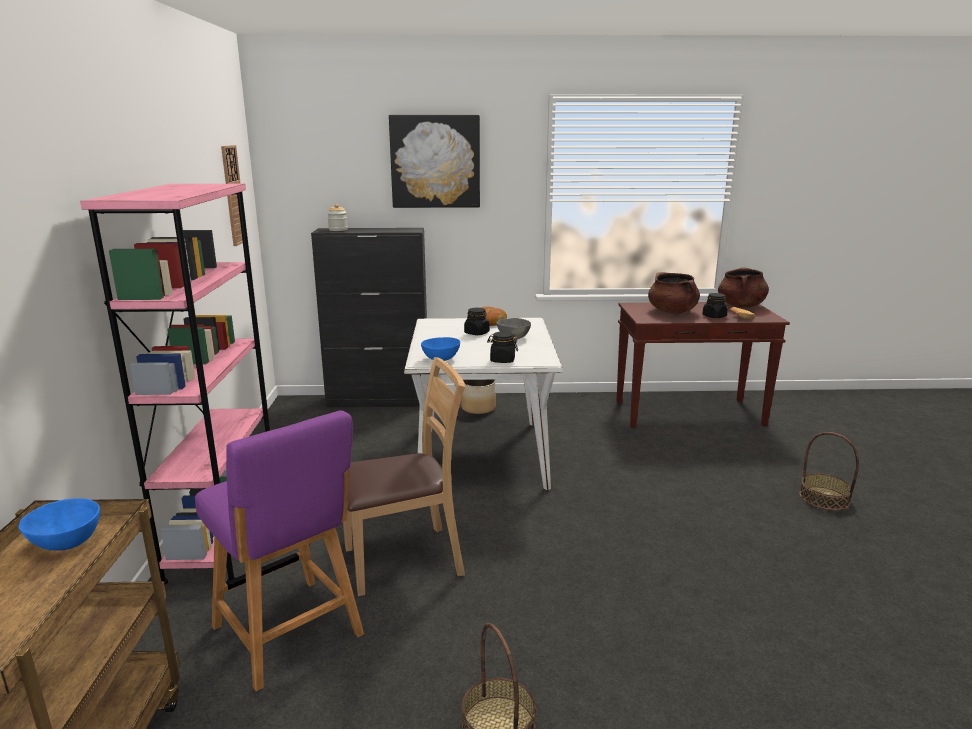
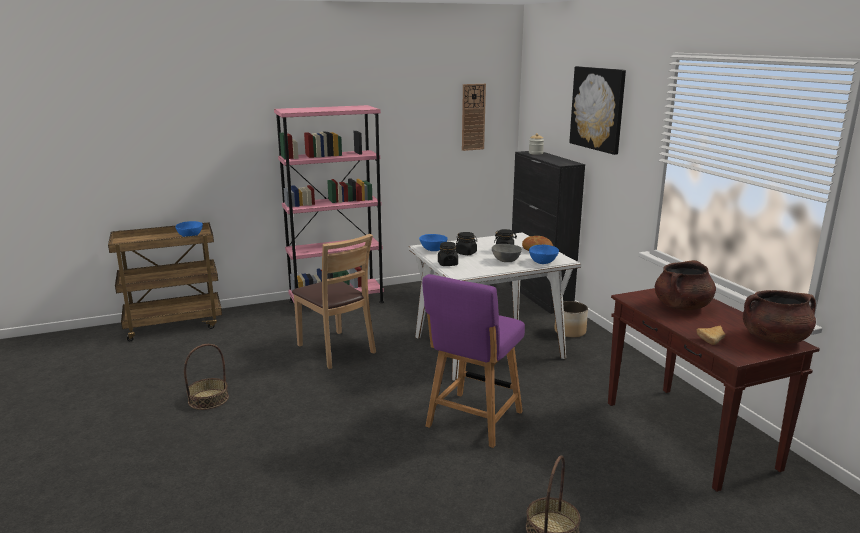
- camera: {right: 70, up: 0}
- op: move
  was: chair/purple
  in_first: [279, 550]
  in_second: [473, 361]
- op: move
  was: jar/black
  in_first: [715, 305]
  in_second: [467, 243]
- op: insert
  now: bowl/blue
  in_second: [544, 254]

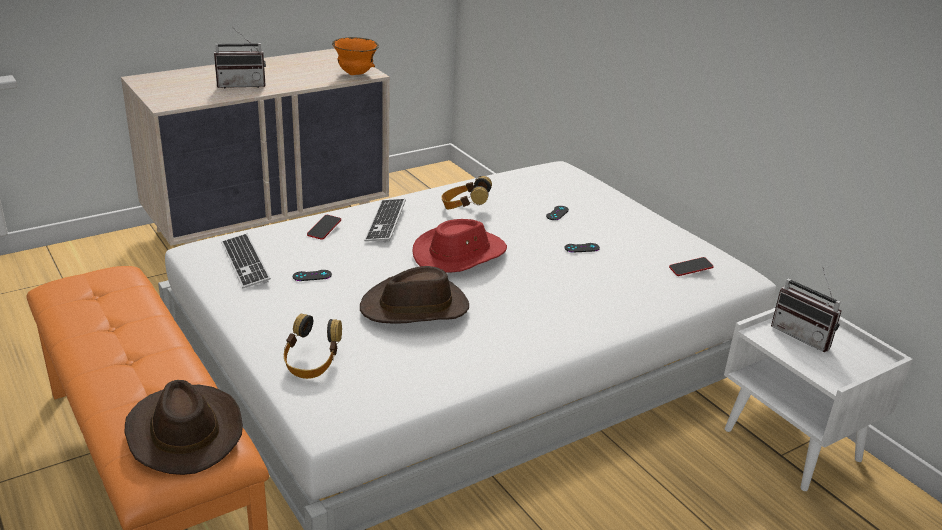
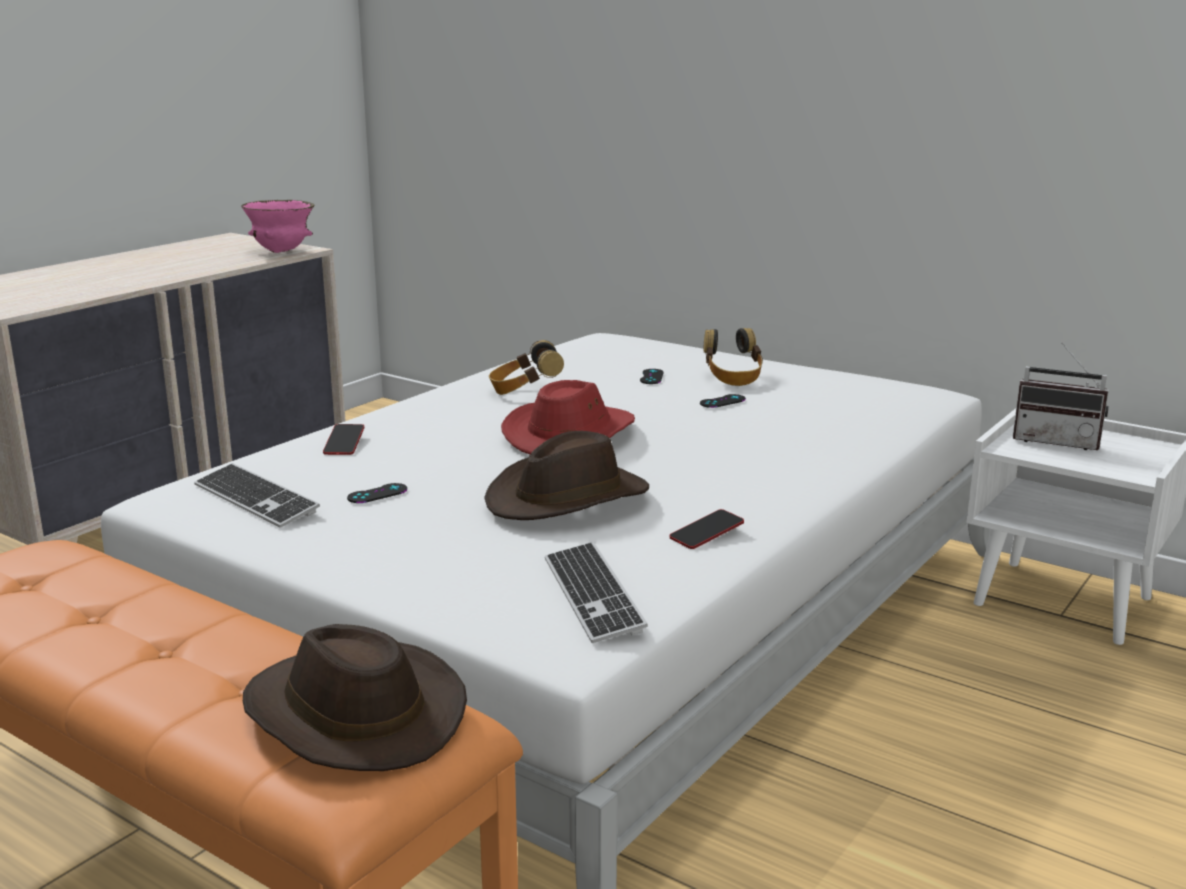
- camera: {right: -20, up: -10}
- op: delete
  was: radio
  in_first: [240, 57]
- op: move
  was: headphones
  in_first: [313, 346]
  in_second: [733, 357]
- op: recolor
  was: bowl/orange
  now: bowl/pink
  in_first: [355, 56]
  in_second: [277, 226]
- op: move
  was: keyboard
  in_first: [385, 220]
  in_second: [596, 592]
- op: move
  was: phone
  in_first: [691, 266]
  in_second: [706, 529]

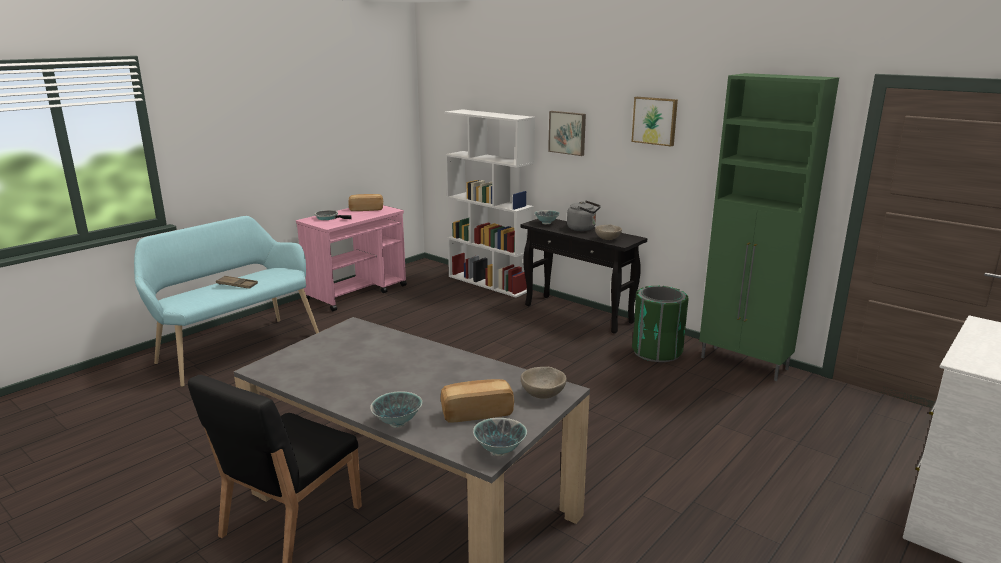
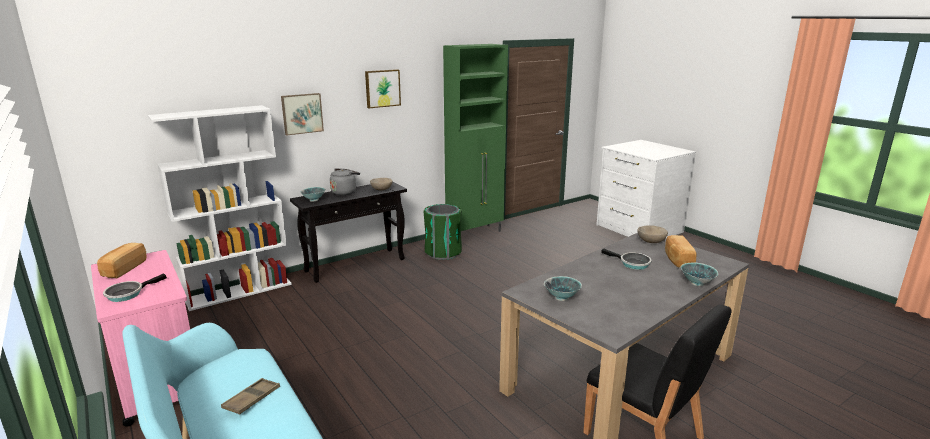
- camera: {right: -75, up: 0}
- op: move
  was: bowl
  in_first: [500, 437]
  in_second: [563, 288]
- op: insert
  now: frying pan
  in_second: [626, 259]

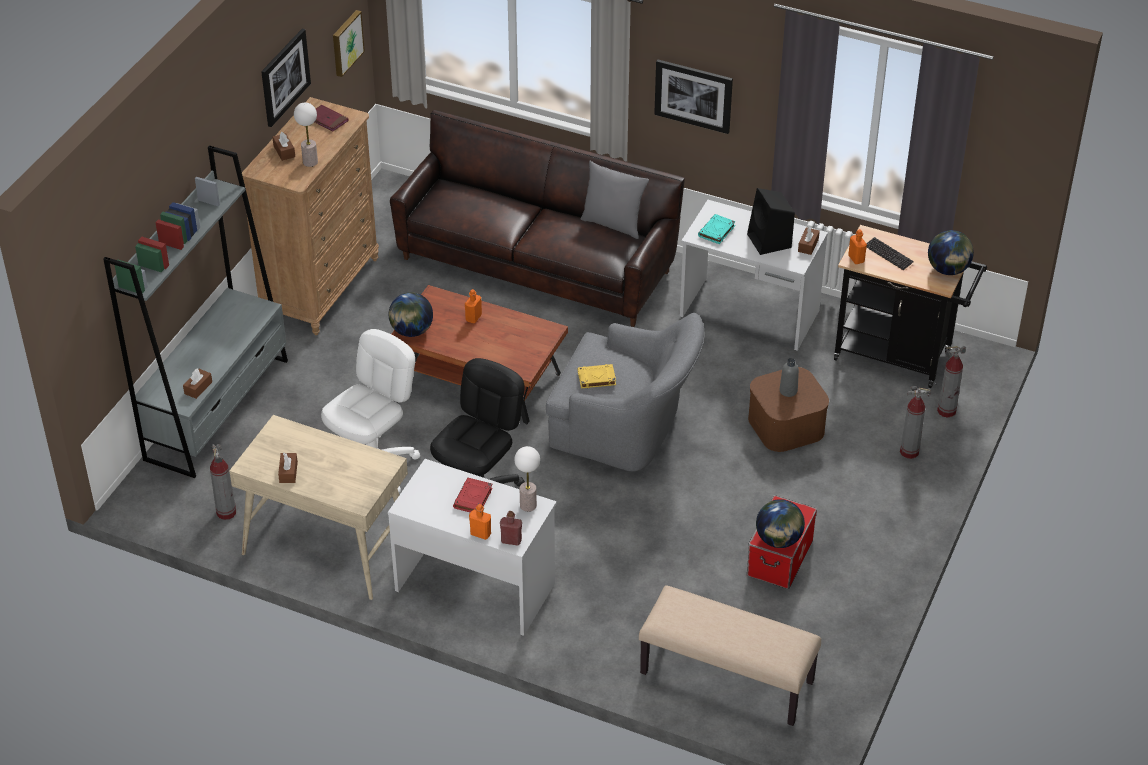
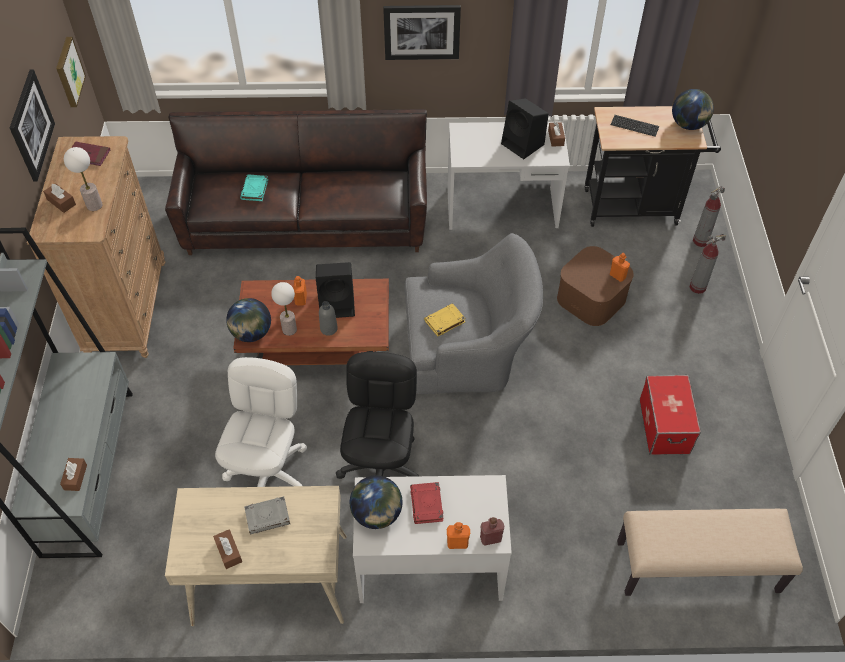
- camera: {right: -25, up: 10}
- op: delete
  was: fire extinguisher
  in_first: [223, 482]
- op: move
  was: table lamp
  in_first: [527, 479]
  in_second: [284, 309]
- op: delete
  was: pillow/grey
  in_first: [615, 200]
- op: move
  was: book/turquoise
  in_first: [716, 229]
  in_second: [254, 187]
- op: move
  was: globe
  in_first: [780, 523]
  in_second: [376, 502]
- op: move
  was: bottle/grey
  in_first: [789, 377]
  in_second: [328, 318]
- op: move
  was: bottle/orange
  in_first: [857, 246]
  in_second: [620, 267]
- op: insert
  now: book/grey
  in_second: [267, 515]
- op: insert
  now: speaker/black
  in_second: [335, 290]

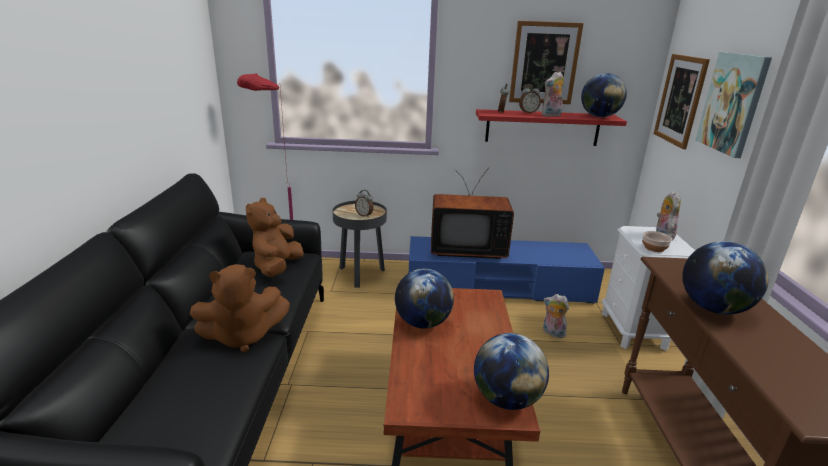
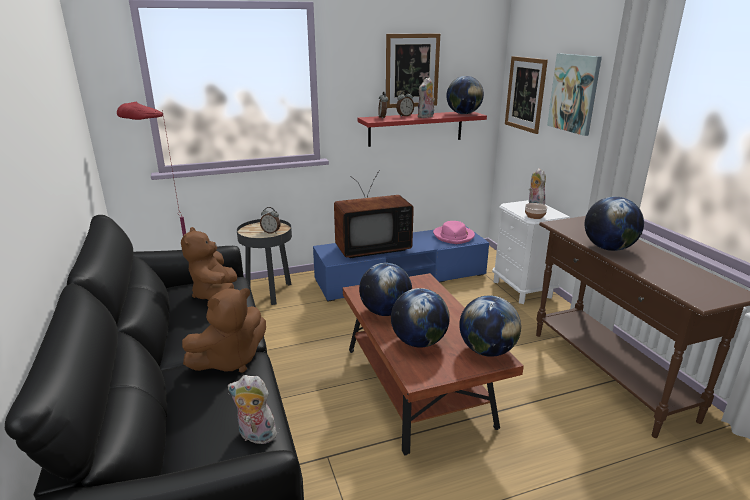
- camera: {right: -20, up: 0}
- op: move
  was: plush toy
  in_first: [556, 316]
  in_second: [252, 411]
- op: insert
  now: globe
  in_second: [420, 318]
- op: insert
  now: hat/pink
  in_second: [454, 232]

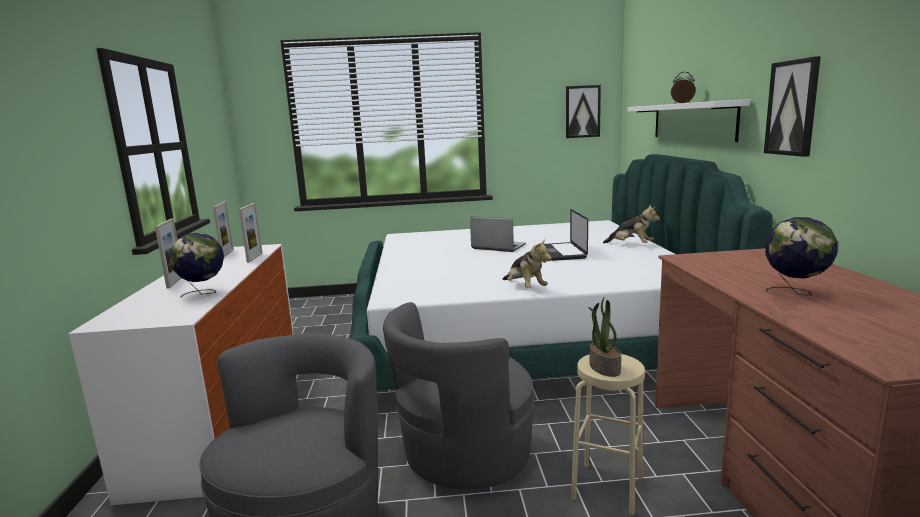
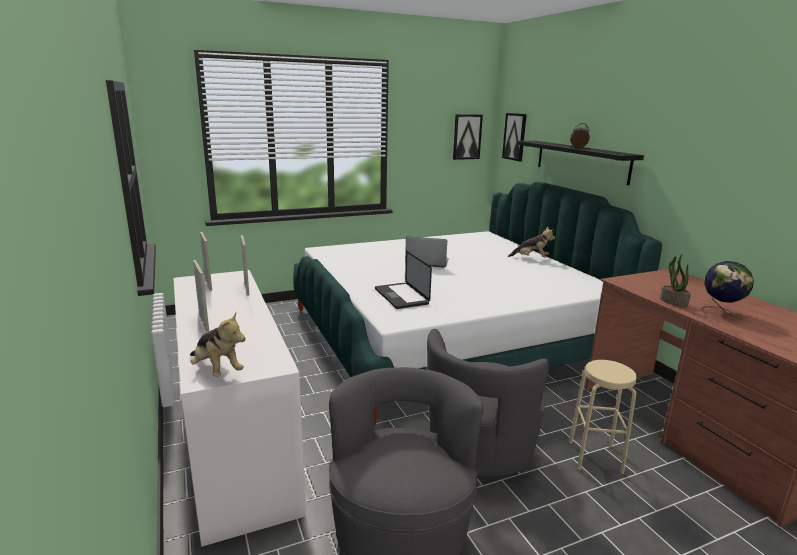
- camera: {right: -20, up: 5}
- op: delete
  was: globe
  in_first: [196, 264]
- op: move
  was: plush toy
  in_first: [527, 263]
  in_second: [217, 345]
- op: move
  was: laptop
  in_first: [566, 235]
  in_second: [403, 280]
- op: move
  was: potted plant
  in_first: [604, 337]
  in_second: [675, 280]
- op: recolor
  was: shelf/white
  now: shelf/black
  in_first: [688, 120]
  in_second: [581, 163]
- op: move
  was: picture
  in_first: [792, 106]
  in_second: [514, 137]

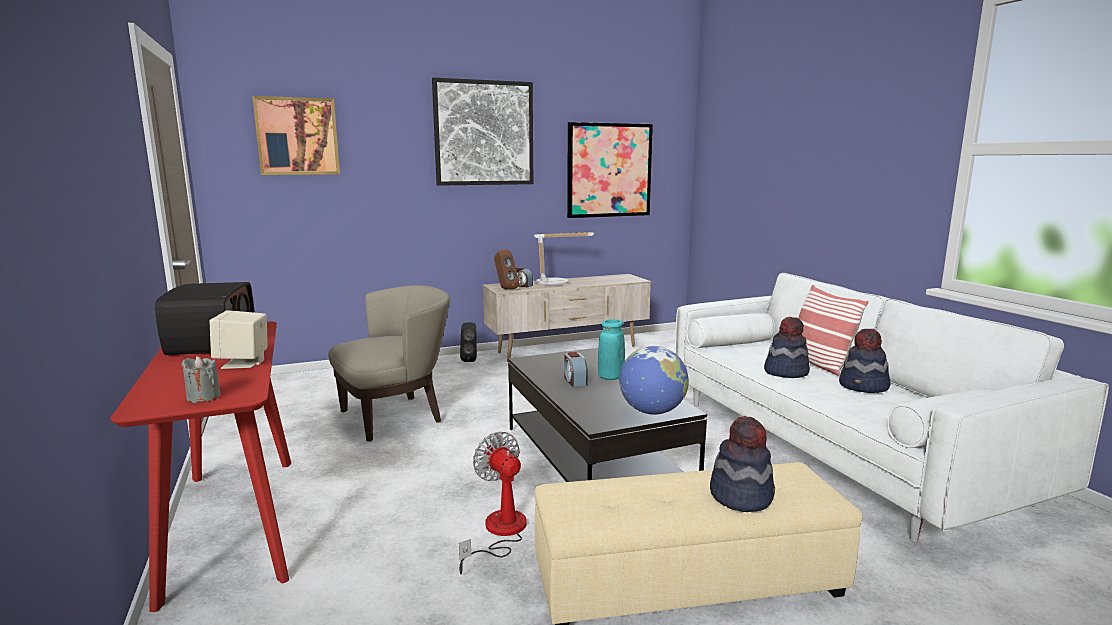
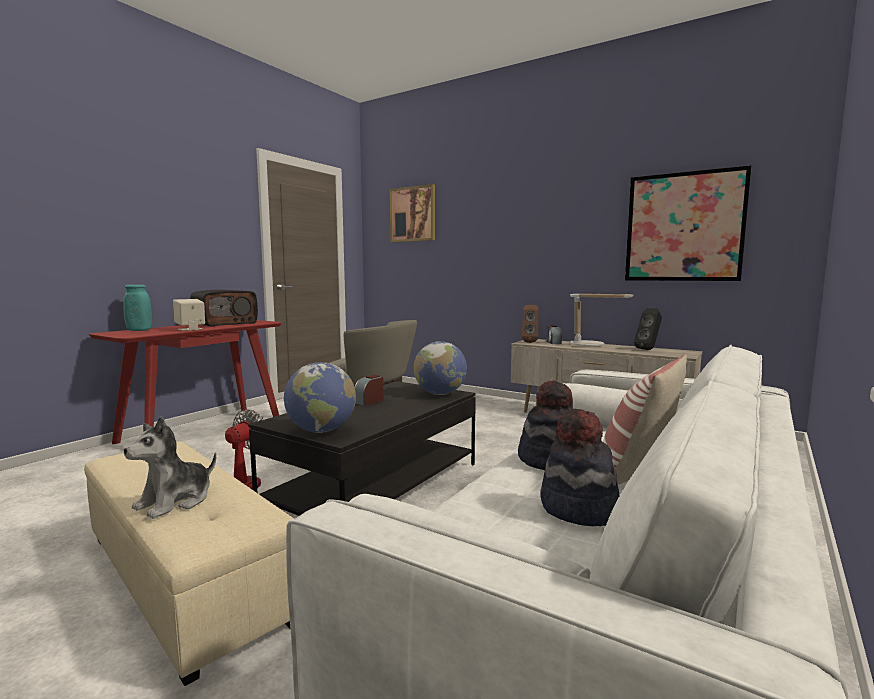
- camera: {right: 55, up: -5}
- op: delete
  was: candle/grey
  in_first: [201, 379]
- op: delete
  was: picture
  in_first: [483, 131]
- op: move
  was: speaker/black
  in_first: [468, 342]
  in_second: [648, 329]
- op: move
  was: vase/turquoise
  in_first: [611, 349]
  in_second: [138, 308]
- op: replace
  was: hat
  now: plush toy
  in_first: [742, 464]
  in_second: [170, 468]
- op: insert
  now: globe
  in_second: [440, 368]

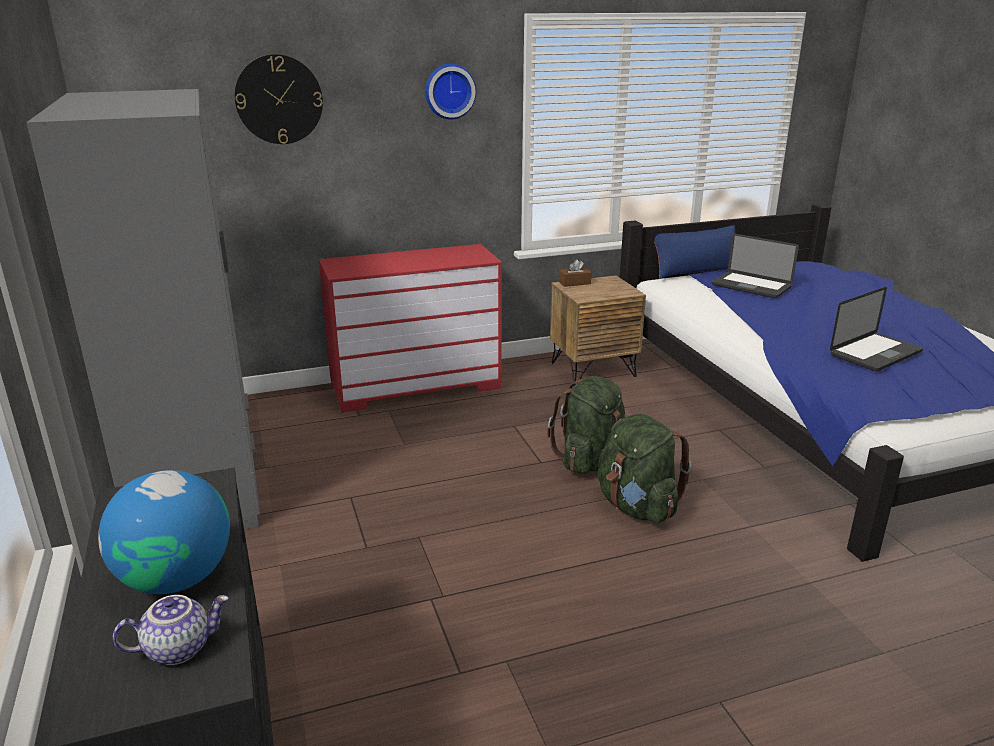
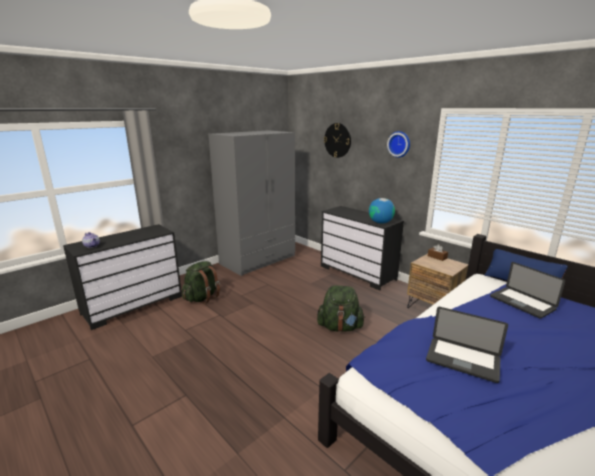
- camera: {right: 65, up: -5}
- op: move
  was: globe
  in_first: [164, 532]
  in_second: [382, 211]
- op: recolor
  was: dresser/red
  now: dresser/black
  in_first: [410, 328]
  in_second: [362, 248]
- op: move
  was: backpack/green
  in_first: [645, 468]
  in_second: [201, 282]
- op: rotate
  was: laptop
  in_first: [755, 265]
  in_second: [527, 290]
  clockwise: -45

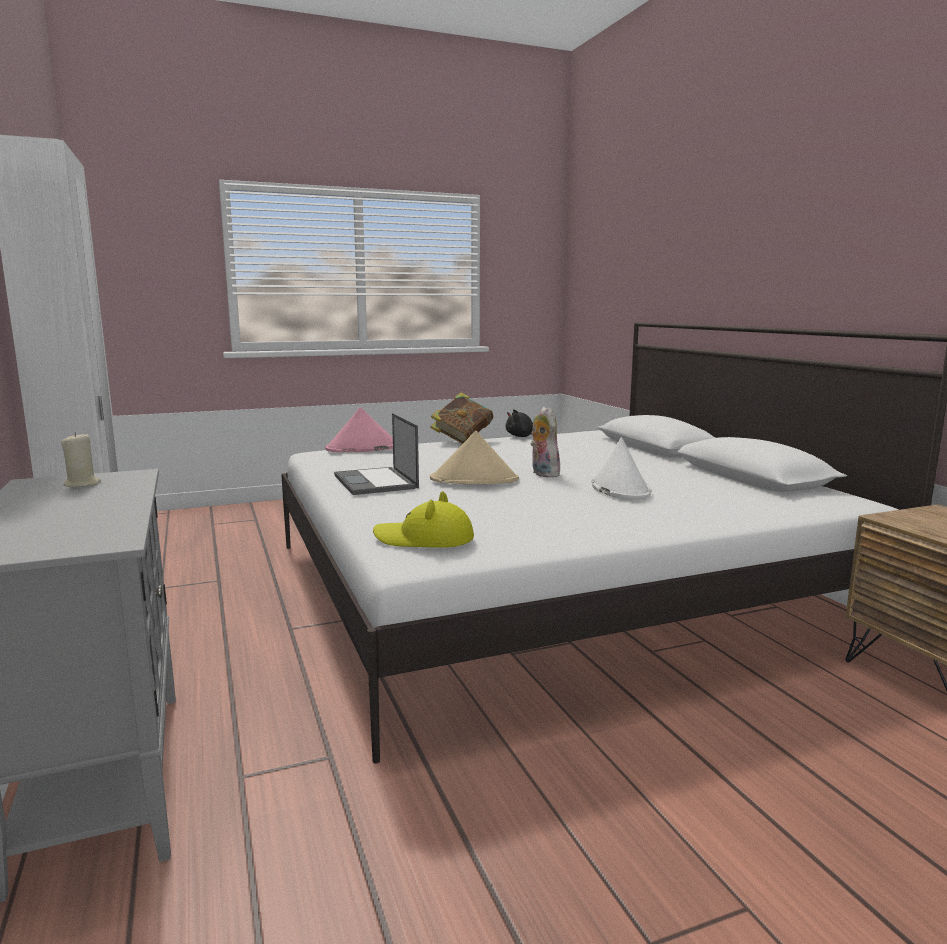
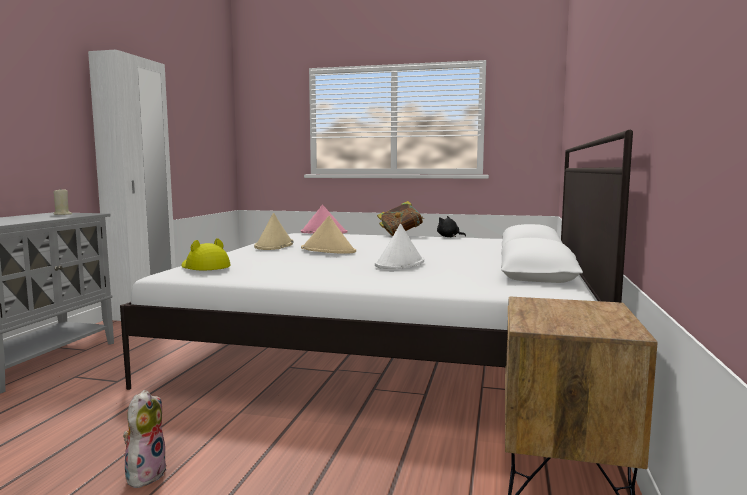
- camera: {right: 35, up: -5}
- op: replace
  was: laptop
  now: hat/beige
  in_first: [376, 454]
  in_second: [274, 231]
- op: move
  was: plush toy
  in_first: [545, 442]
  in_second: [145, 439]

